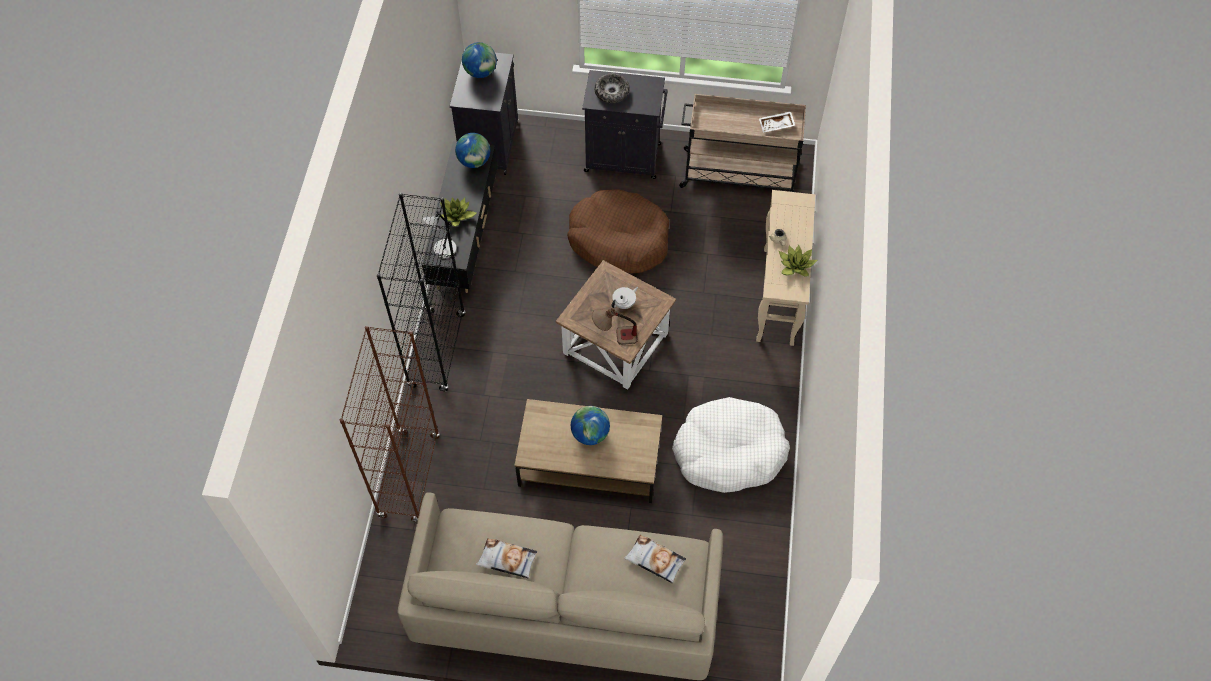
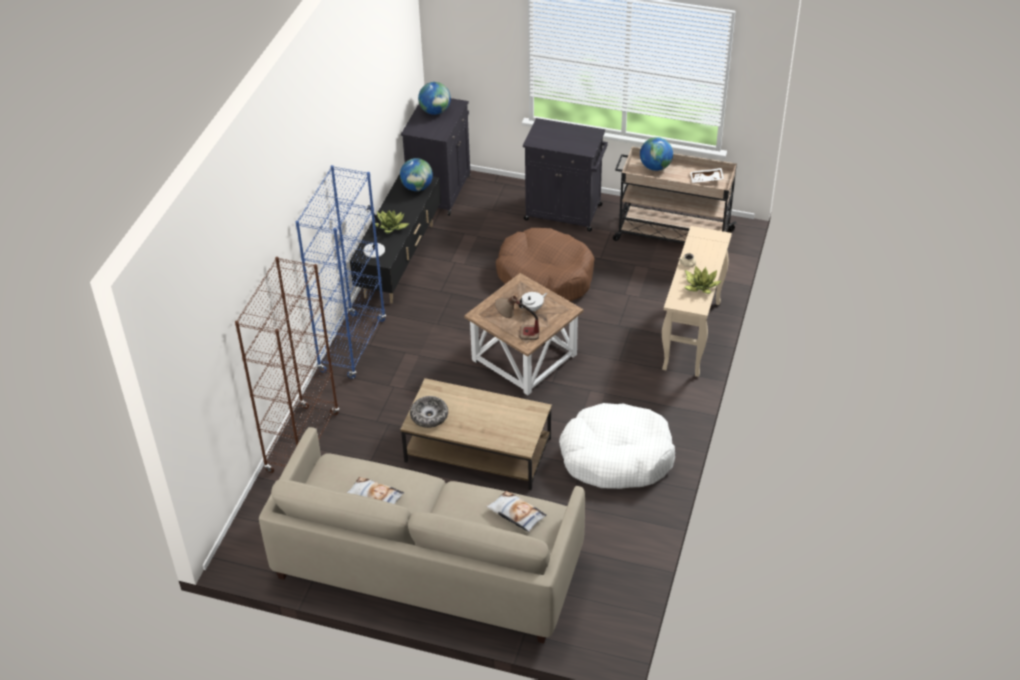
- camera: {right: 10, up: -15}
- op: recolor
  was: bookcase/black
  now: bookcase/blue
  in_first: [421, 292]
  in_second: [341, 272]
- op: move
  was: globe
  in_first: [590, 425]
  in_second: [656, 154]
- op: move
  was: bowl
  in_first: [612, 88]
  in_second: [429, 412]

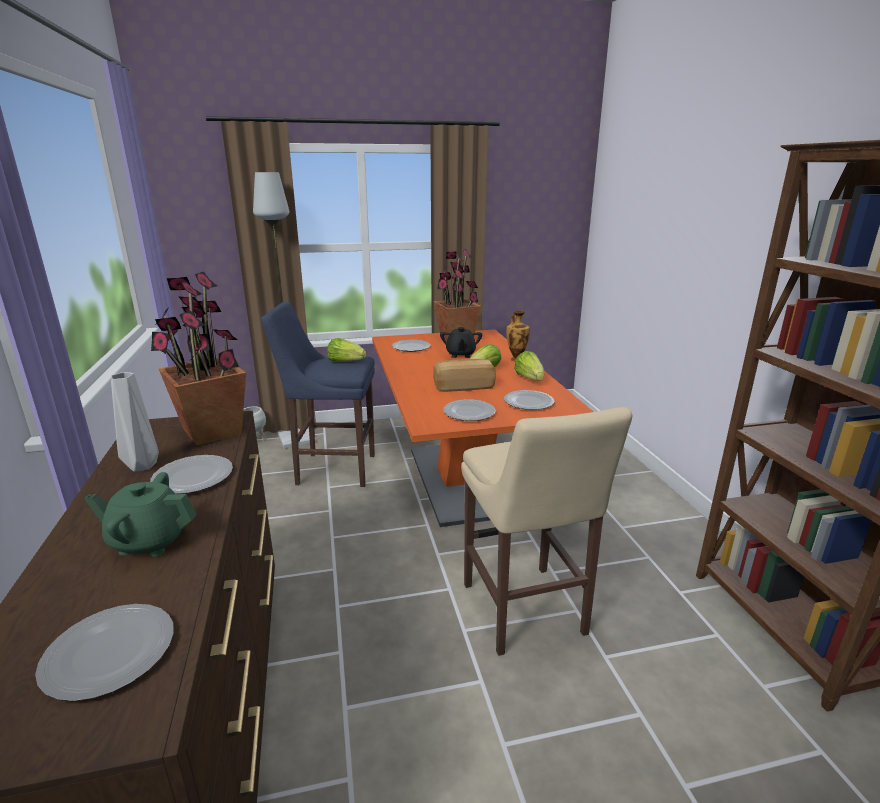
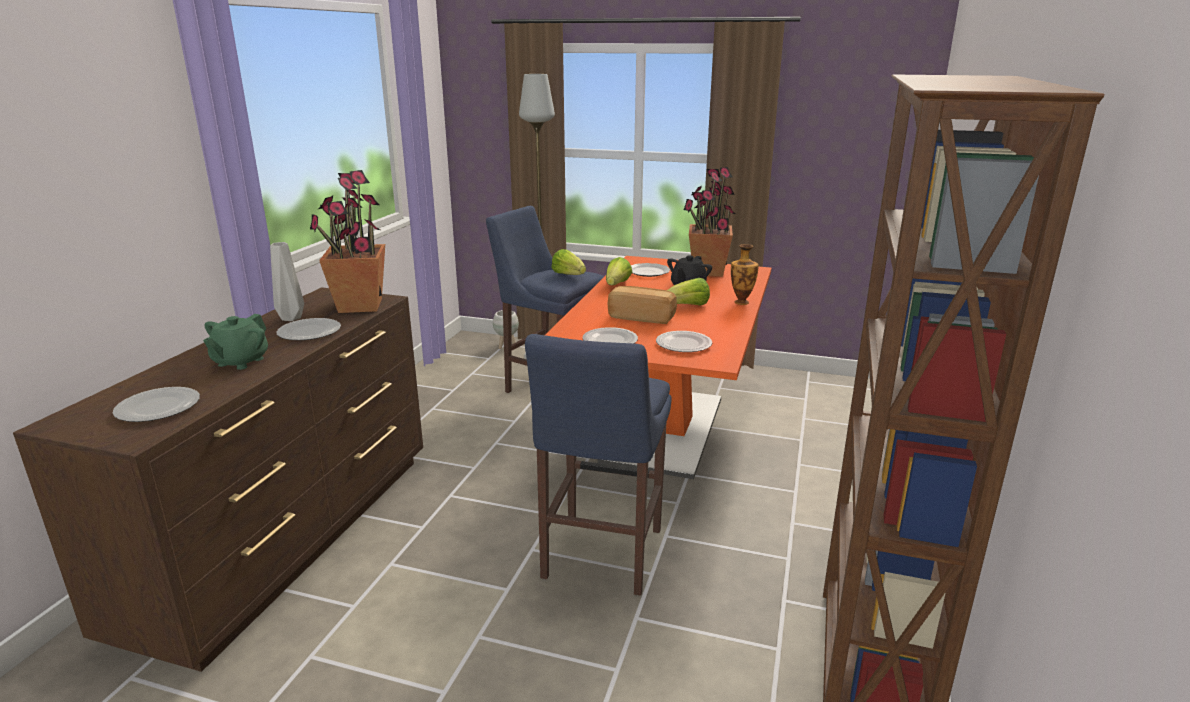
- camera: {right: 30, up: 0}
- op: rotate
  was: teapot/green
  in_first: [140, 514]
  in_second: [235, 342]
  clockwise: -105
- op: recolor
  was: stool/beige
  now: stool/blue
  in_first: [546, 531]
  in_second: [598, 465]
- op: move
  was: lettuce
  in_first: [529, 365]
  in_second: [619, 271]

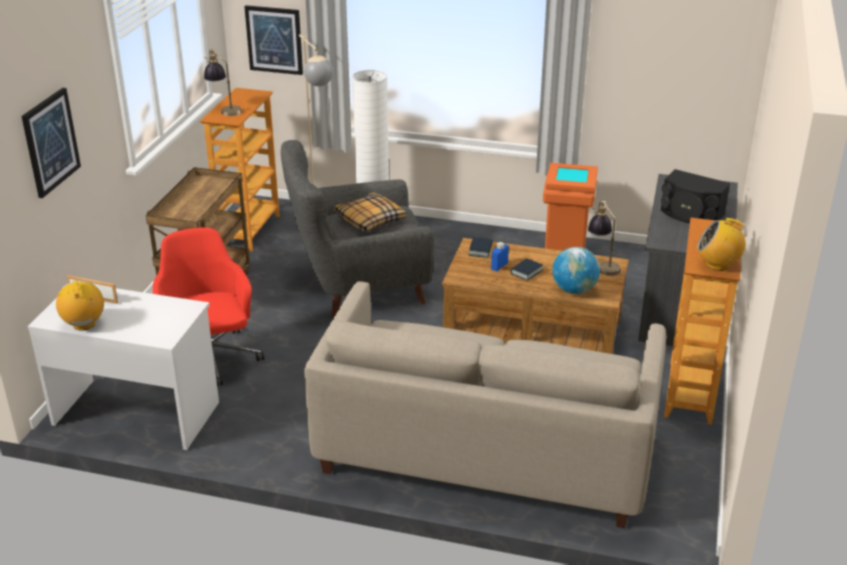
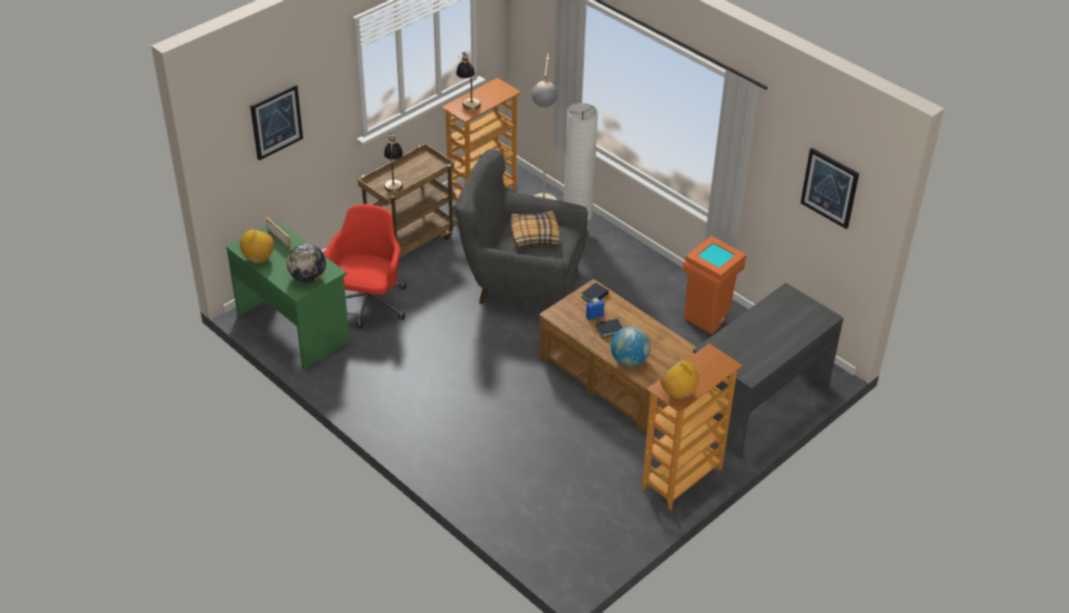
- camera: {right: 30, up: 10}
- op: recolor
  was: desk/white
  now: desk/green
  in_first: [123, 369]
  in_second: [288, 294]
- op: move
  was: picture
  in_first: [273, 40]
  in_second: [830, 188]
- op: delete
  was: sofa/beige
  in_first: [485, 404]
- op: move
  was: table lamp
  in_first: [604, 238]
  in_second: [393, 162]
- op: delete
  was: speaker/black
  in_first: [695, 196]
- op: insert
  now: globe
  in_second: [306, 263]

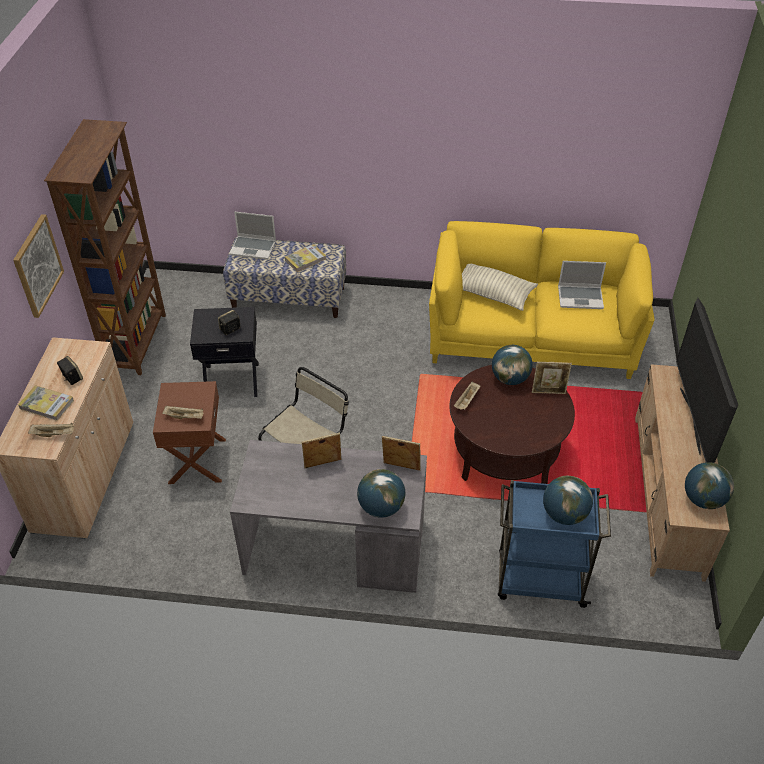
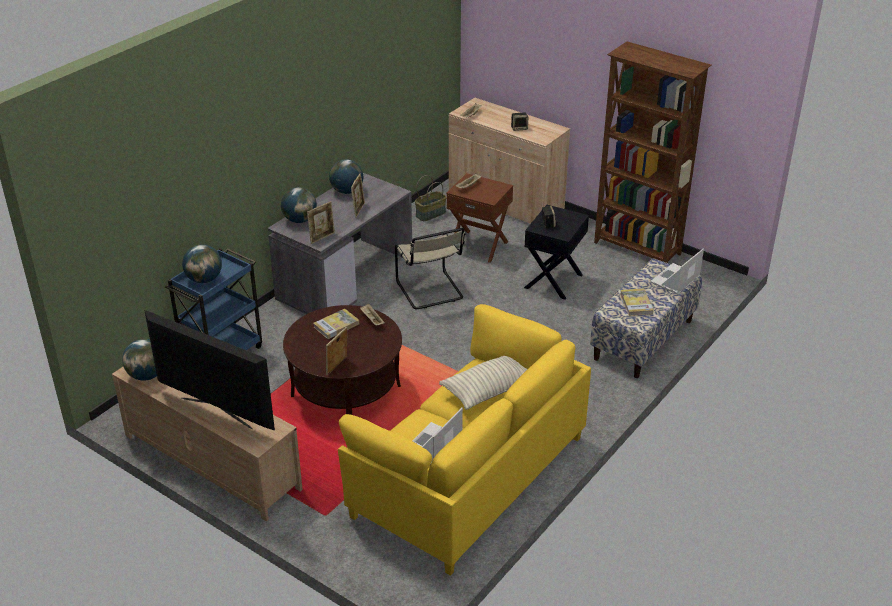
- camera: {right: 120, up: -10}
- op: delete
  was: picture
  in_first: [38, 266]
- op: move
  was: book
  in_first: [46, 403]
  in_second: [336, 324]
- op: move
  was: globe
  in_first: [512, 365]
  in_second: [346, 176]
- op: insert
  now: basket
  in_second: [431, 198]

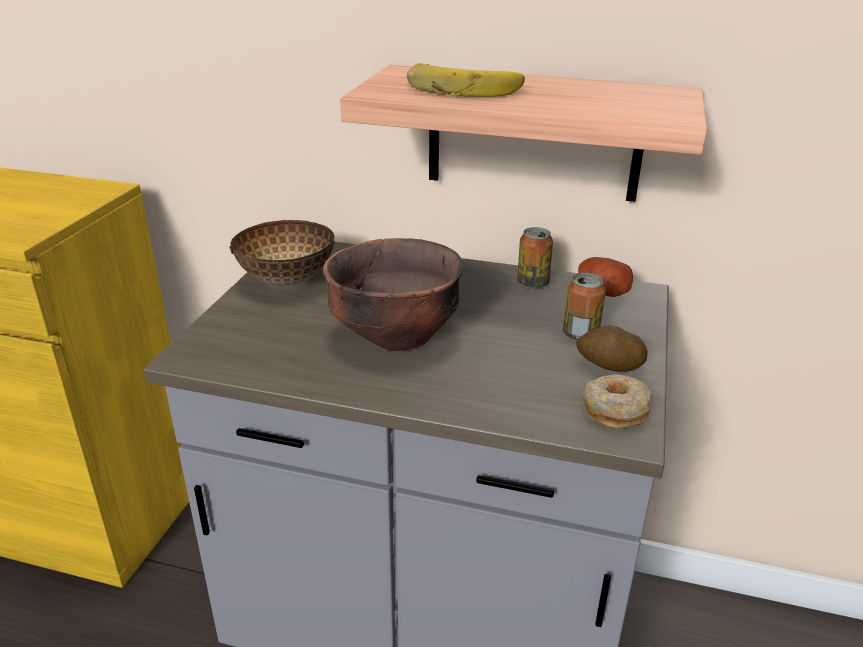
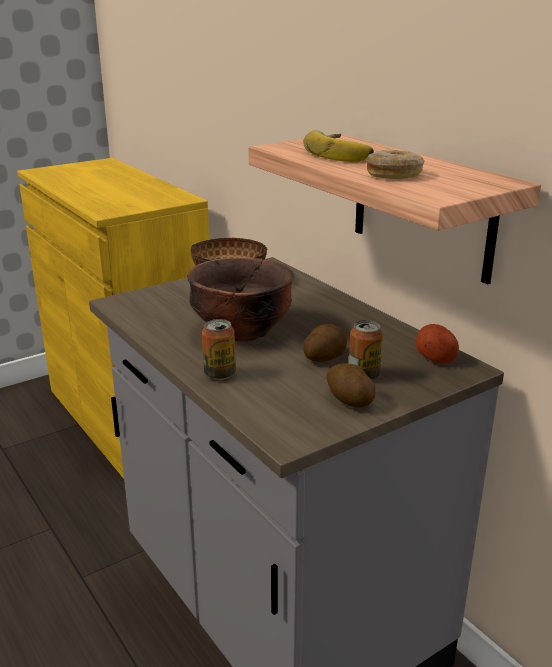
- camera: {right: 40, up: -5}
- op: move
  was: can
  in_first: [535, 258]
  in_second: [219, 349]
- op: move
  was: donut
  in_first: [618, 401]
  in_second: [395, 164]
- op: insert
  now: potato
  in_second: [325, 343]

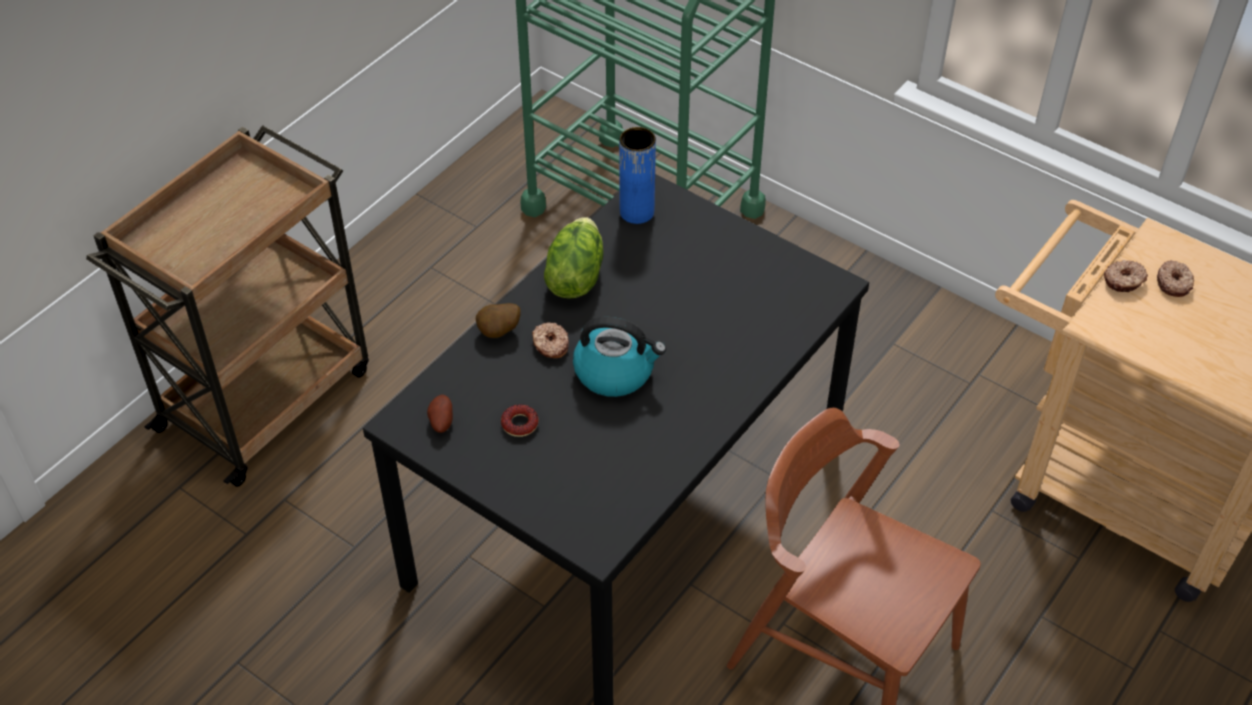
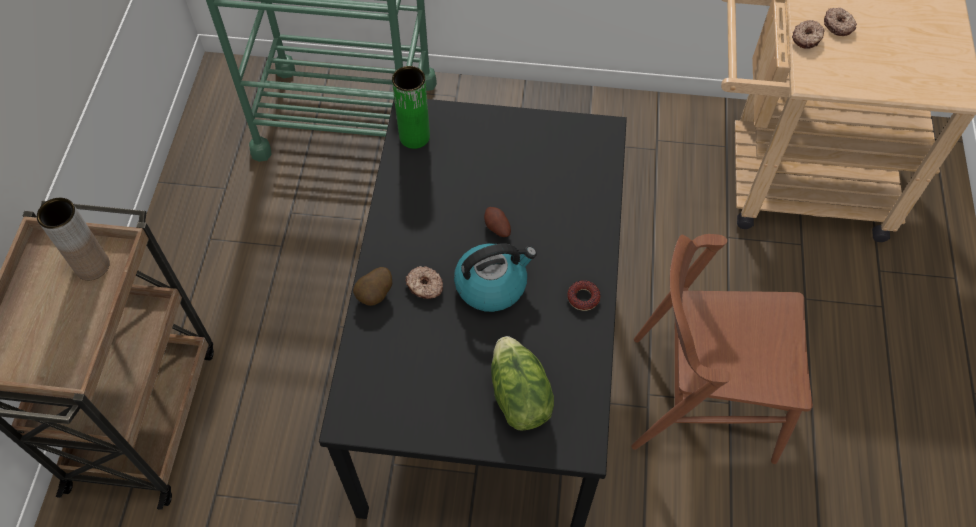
- camera: {right: -30, up: 10}
- op: move
  was: potato
  in_first: [440, 414]
  in_second: [497, 222]
- op: move
  was: donut
  in_first: [520, 420]
  in_second: [584, 295]
- op: move
  was: lettuce
  in_first: [574, 258]
  in_second: [522, 383]
- op: recolor
  was: vase/blue
  now: vase/green
  in_first: [637, 175]
  in_second: [411, 107]
- op: insert
  now: vase/brown
  in_second: [73, 239]

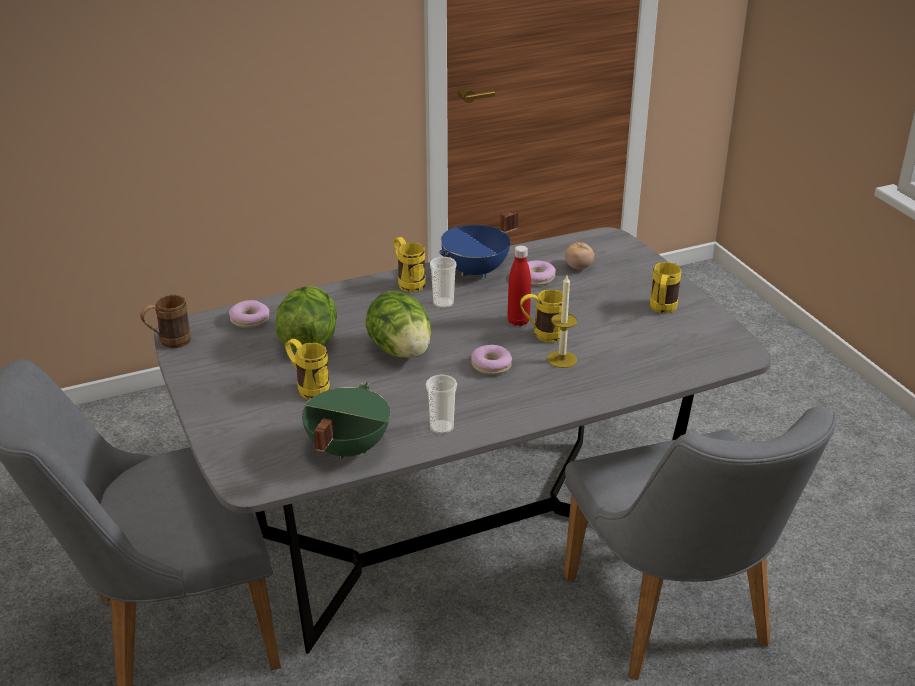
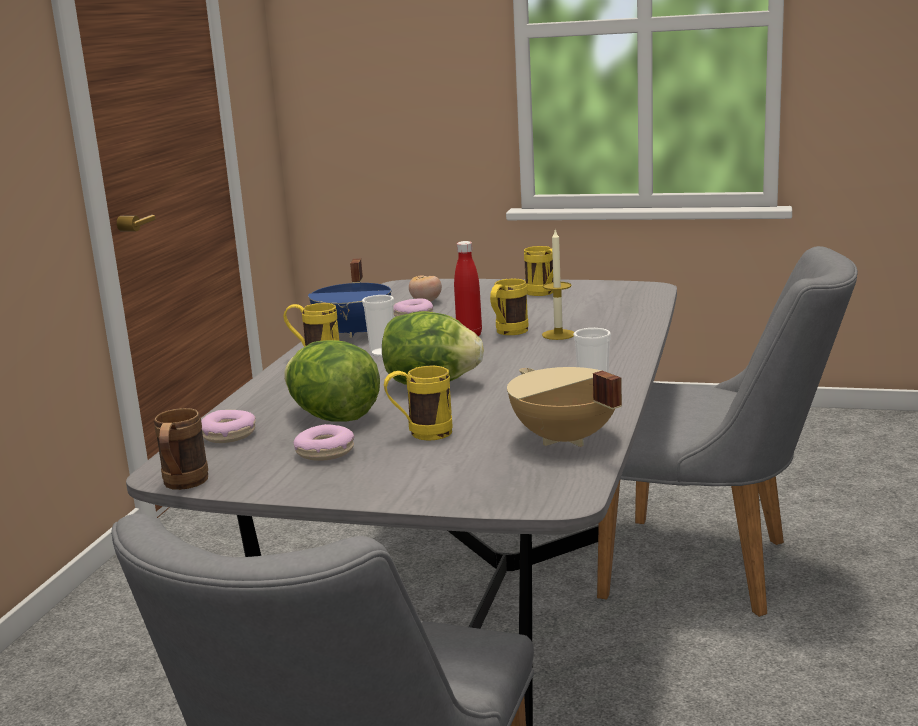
- camera: {right: -50, up: -15}
- op: recolor
  was: cooking pot/green
  now: cooking pot/beige
  in_first: [346, 421]
  in_second: [564, 407]
- op: move
  was: donut
  in_first: [491, 360]
  in_second: [323, 442]

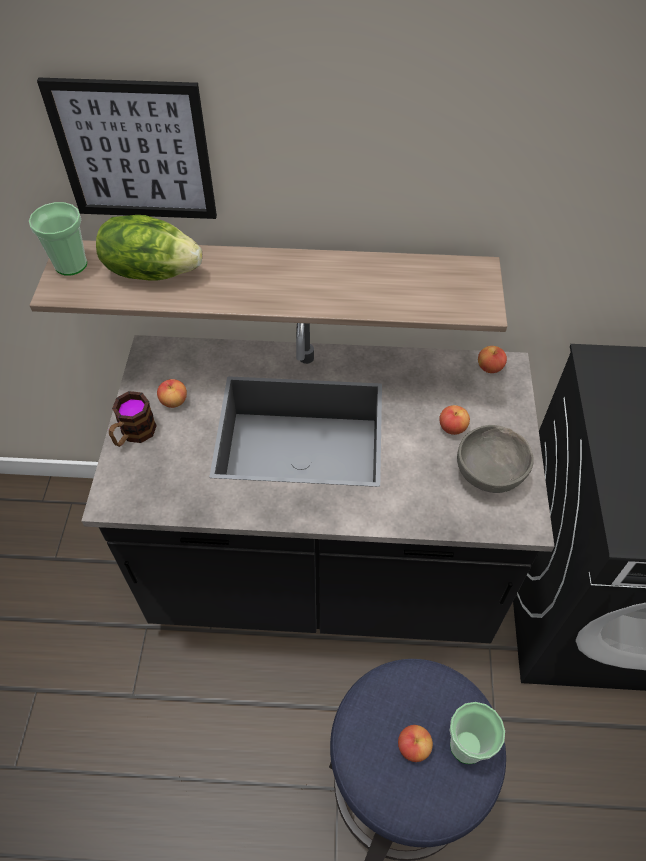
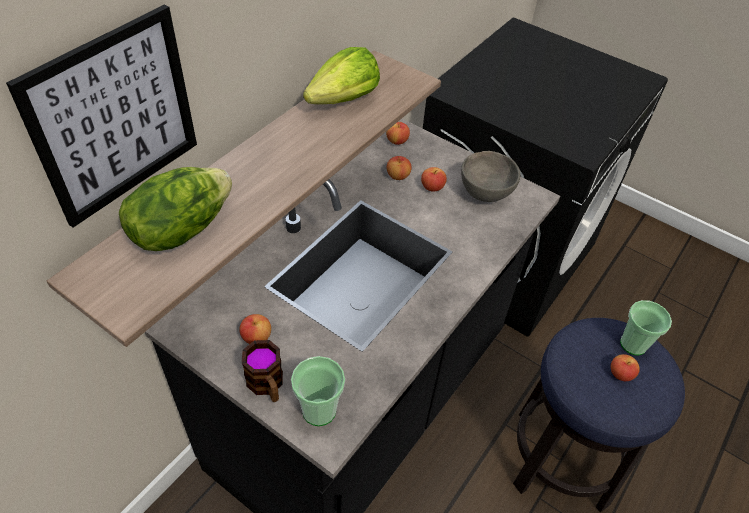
- camera: {right: -60, up: -5}
- op: move
  was: cup
  in_first: [58, 239]
  in_second: [318, 391]
- op: insert
  now: lettuce
  in_second: [341, 75]
- op: insert
  now: apple
  in_second: [399, 168]

